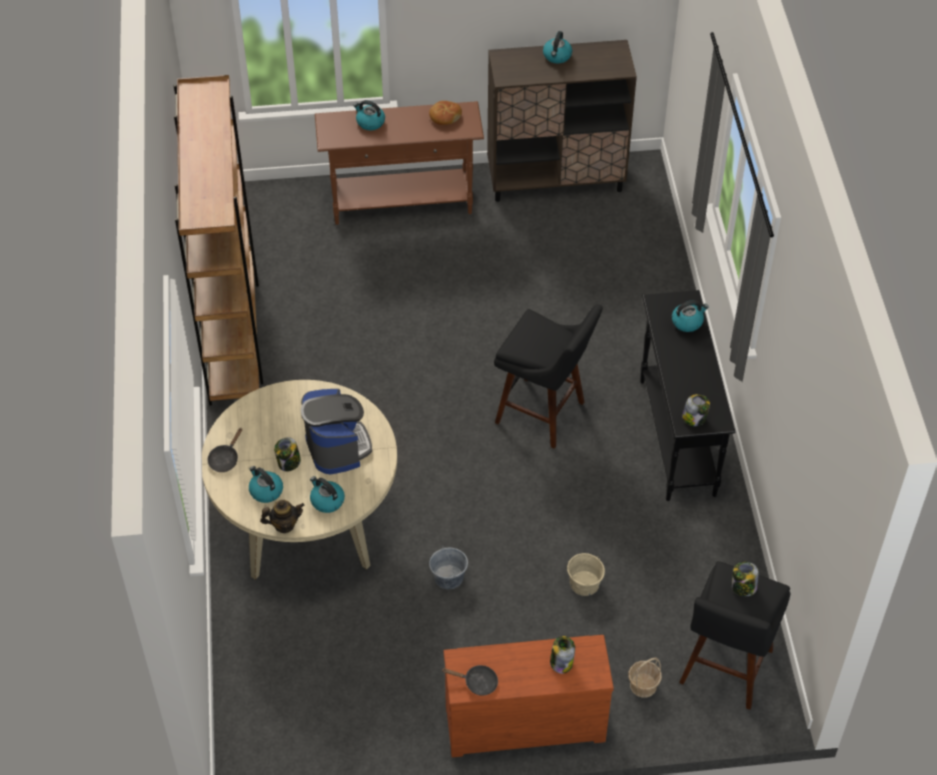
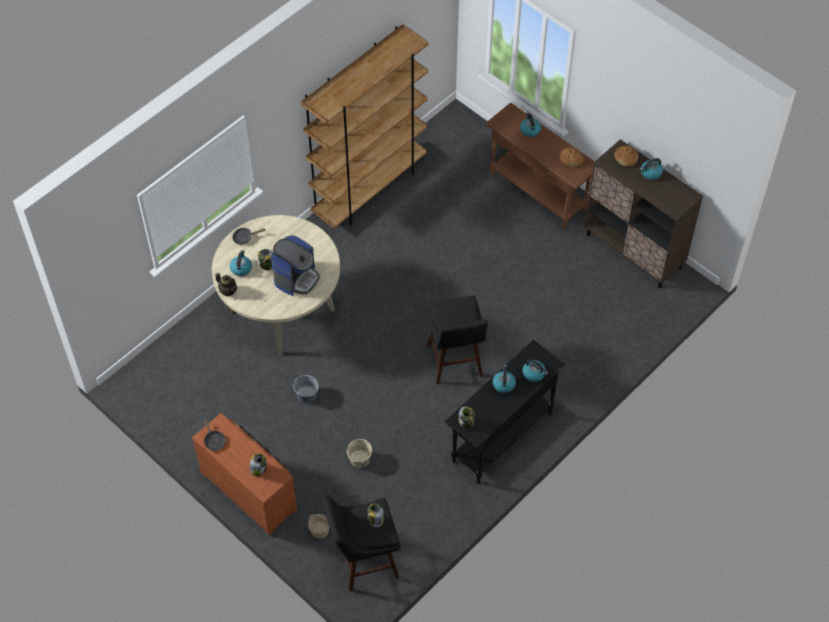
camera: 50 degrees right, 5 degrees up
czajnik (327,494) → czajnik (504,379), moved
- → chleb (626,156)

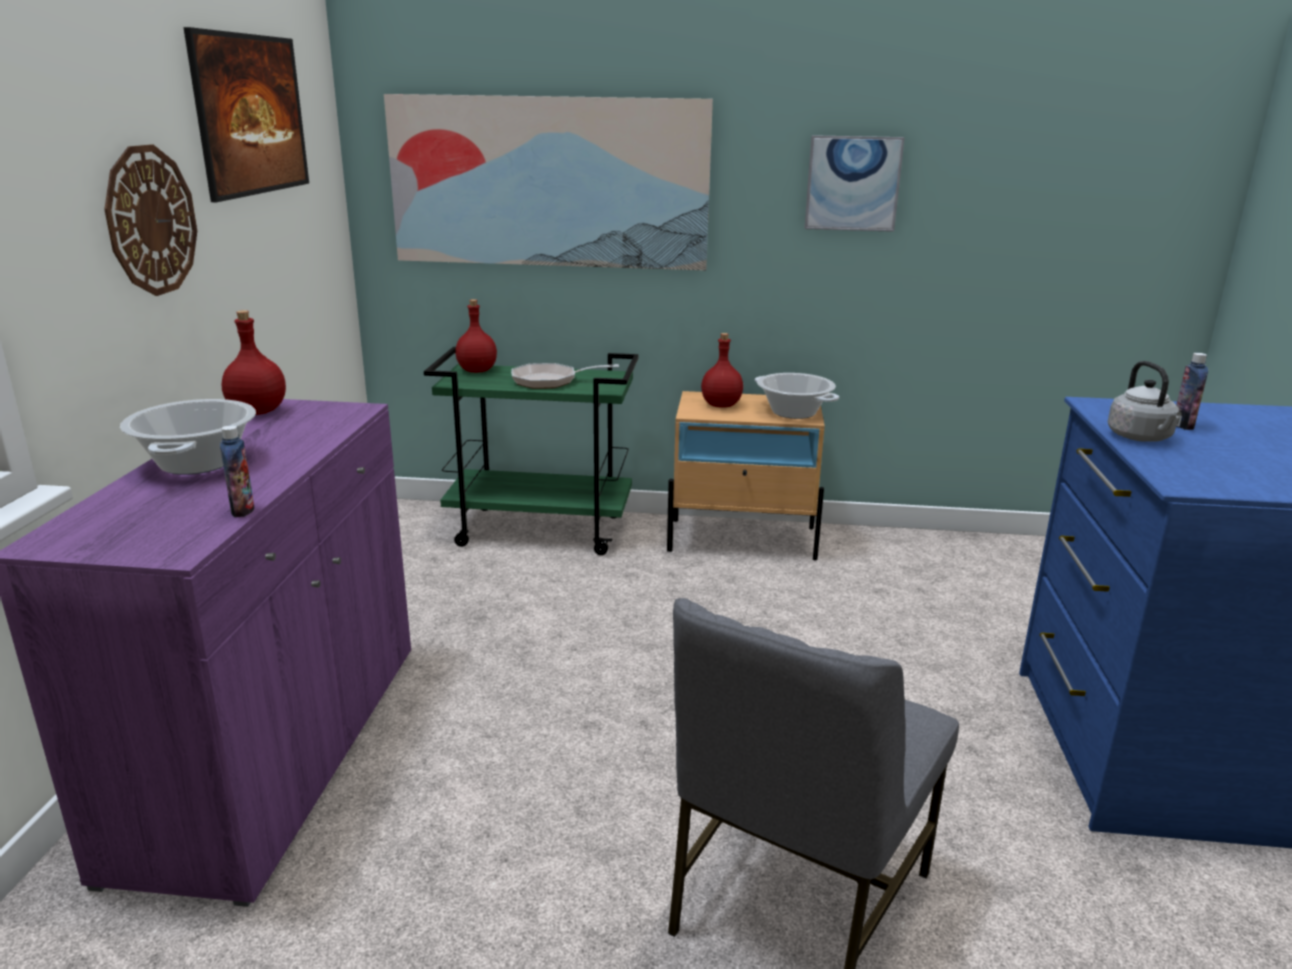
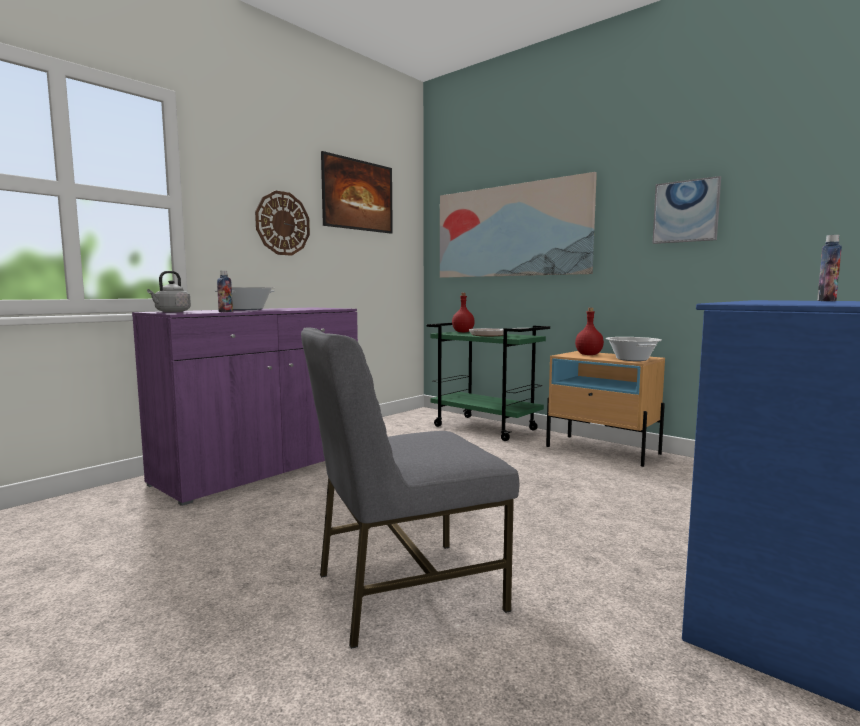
camera: 35 degrees right, 15 degrees down
czajnik/szary (1144,401) → czajnik/szary (169,291), moved
butelka/czerwony (254,362) → -

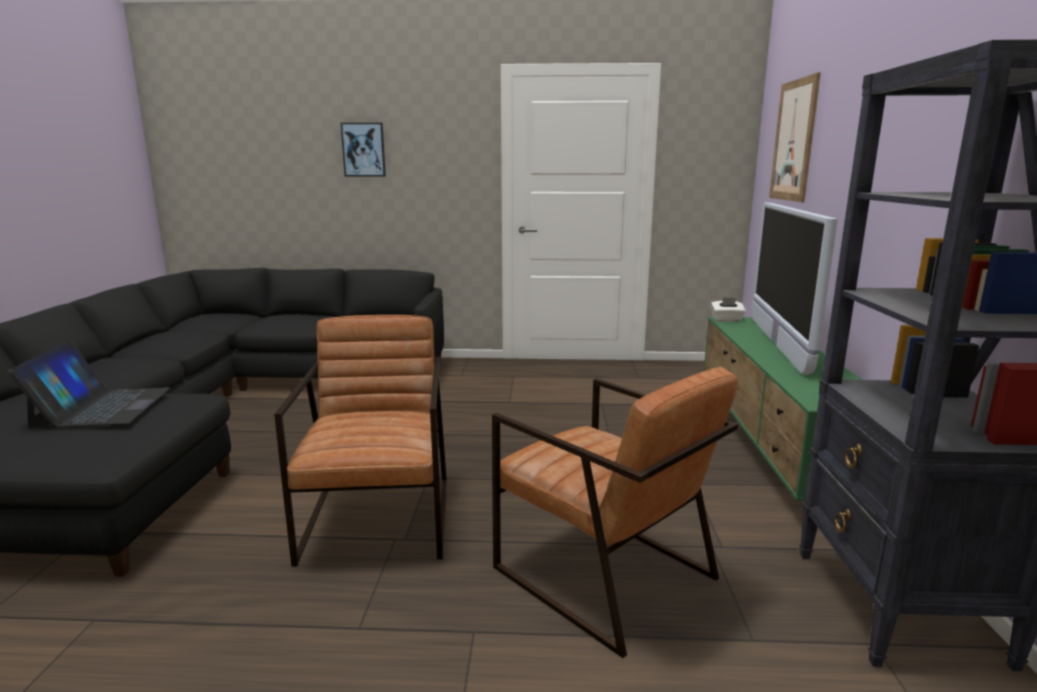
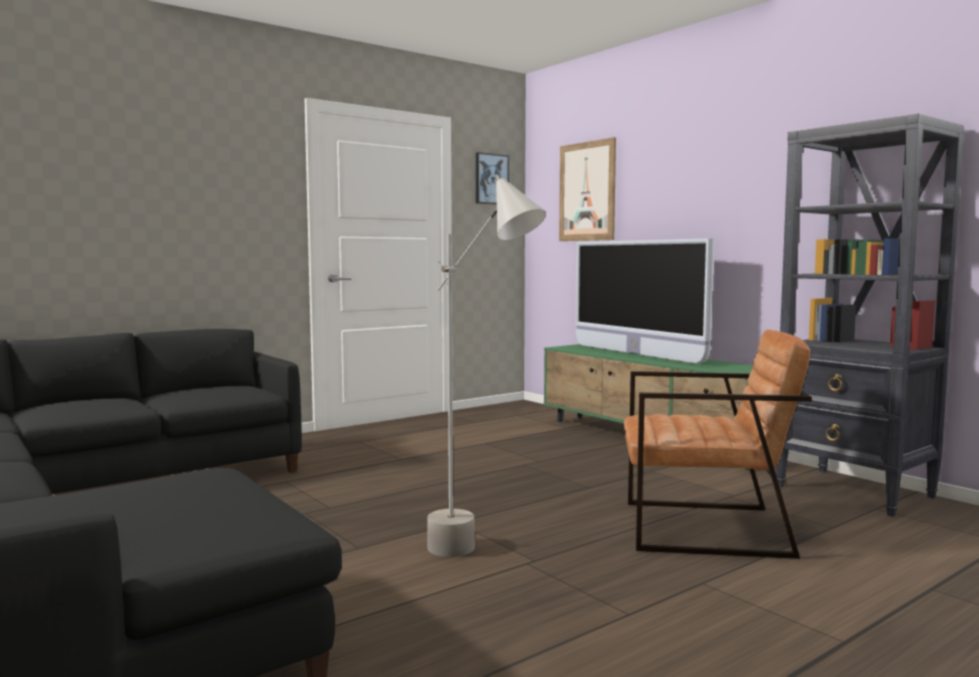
camera: 40 degrees left, 10 degrees down
fotel/brązowy (360,441) → lampa stojąca/szary (487,365)
obraz (363,150) → obraz (492,178), moved
laptop (89,384) → -
pudełko chusteczek/biały (728,309) → -

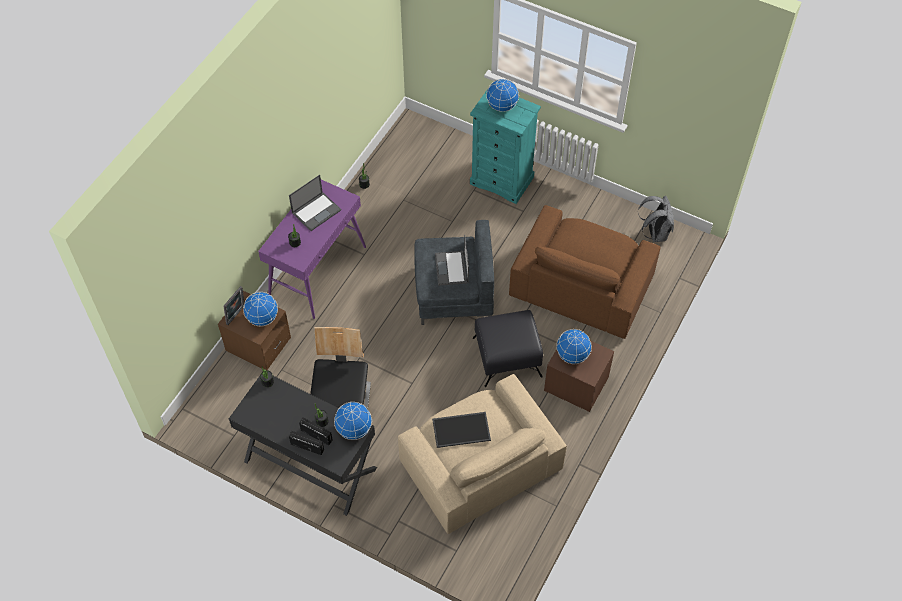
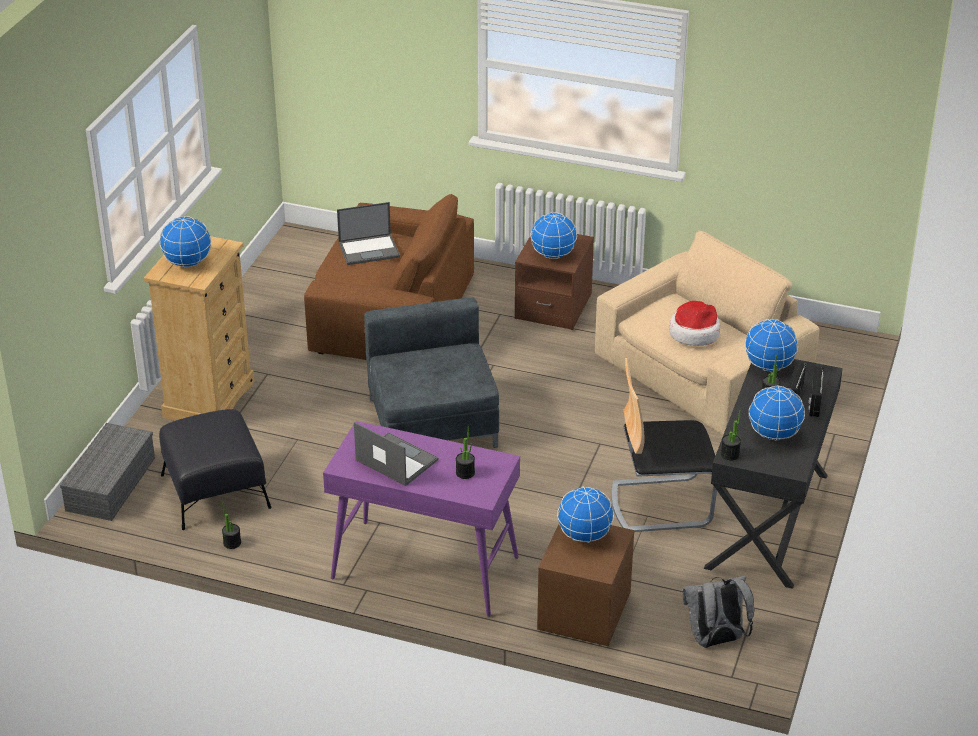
camera: 100 degrees left, 20 degrees down
- → pojemnik do przechowywania/szary (107,472)
komoda/turkusowy (505,147) → komoda/beżowy (199,328)
pufa/czarny (508,348) → pufa/czarny (215,469), moved
laptop (452,260) → laptop (368,233), moved
taca (461,430) → kapelusz (694,323)
plecak/szary (656,219) → plecak/szary (718,612), moved
- → globus (777,413)
ramka na zdjęcie (233,305) → -

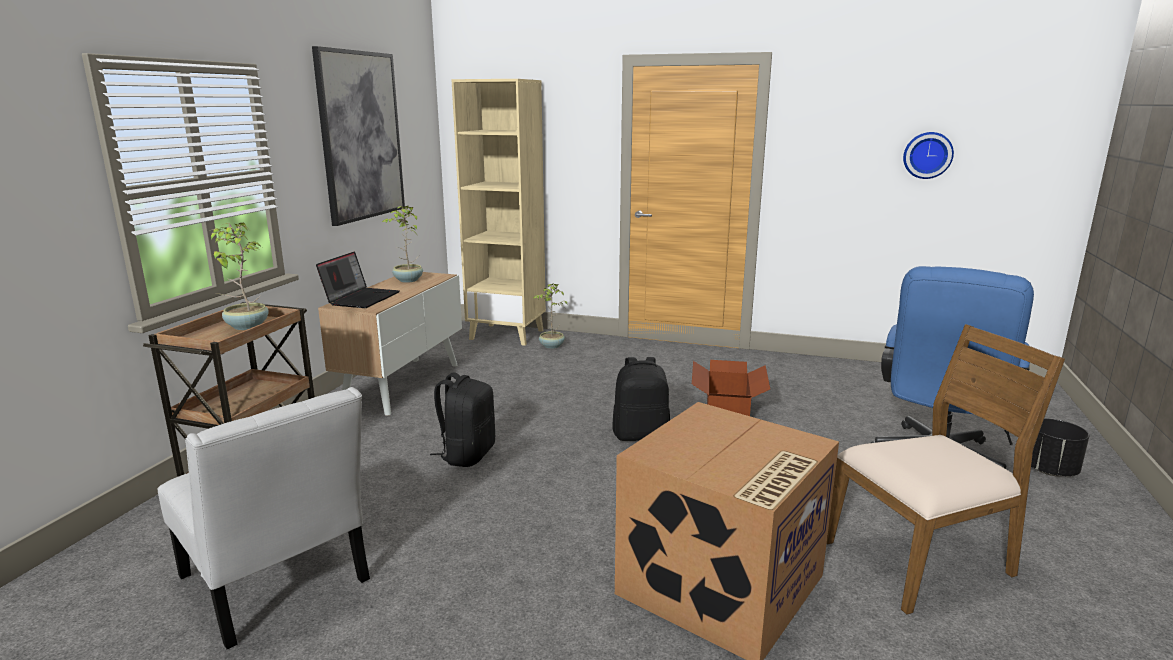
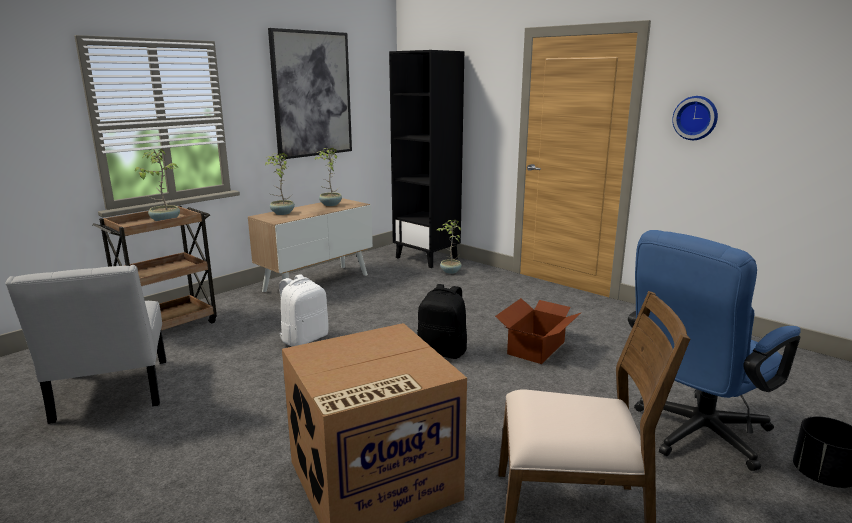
camera: 25 degrees right, 0 degrees up
laptop (357,279) → roślina doniczkowa (280,184)
plecak/czarny (462,420) → plecak/biały (304,310)
regał/beżowy (498,212) → regał/czarny (426,159)
zegar ścienny (928,155) → zegar ścienny (695,118), moved

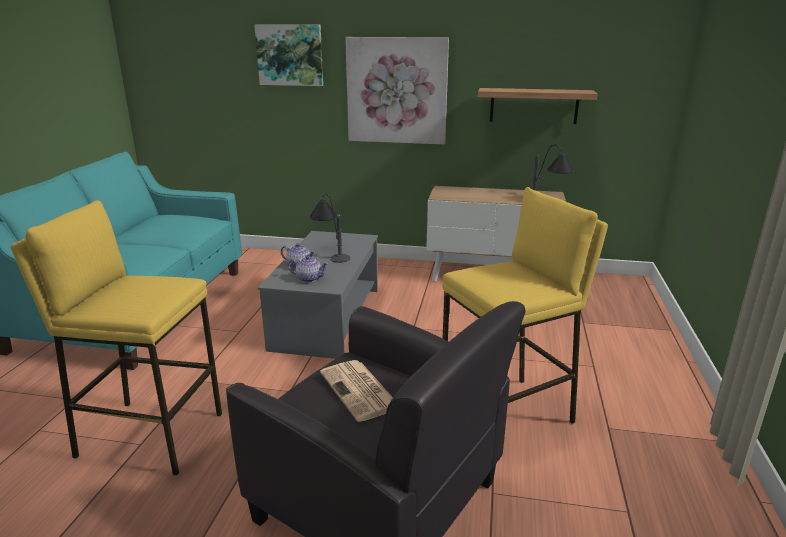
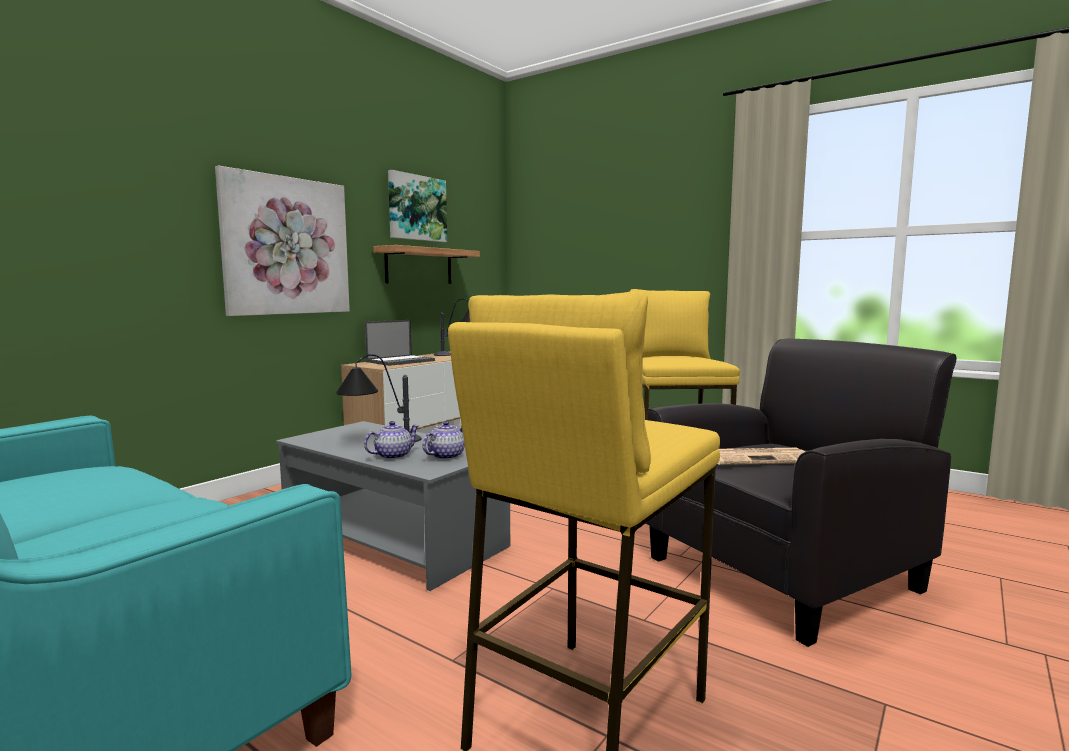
camera: 65 degrees left, 15 degrees down
- → laptop (399,343)
obraz (288,55) → obraz (417,206), moved

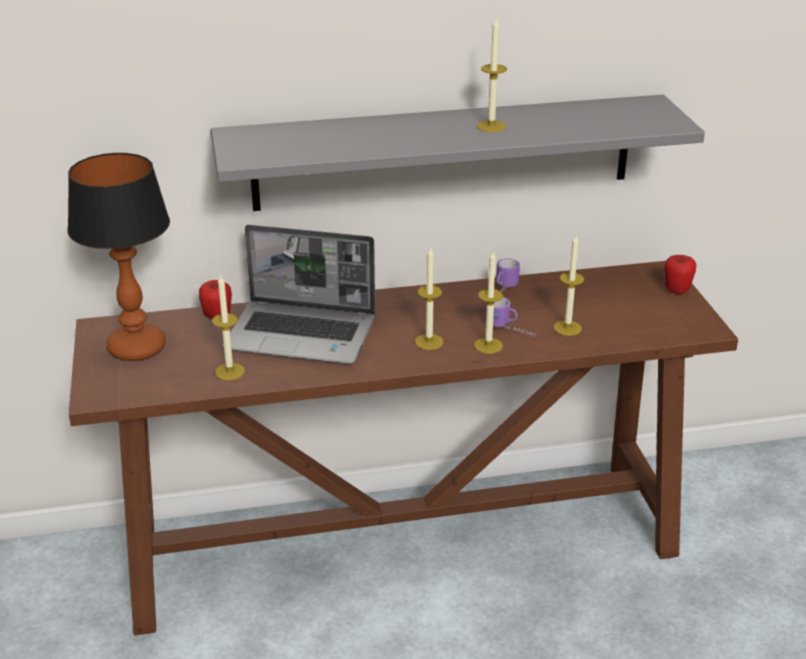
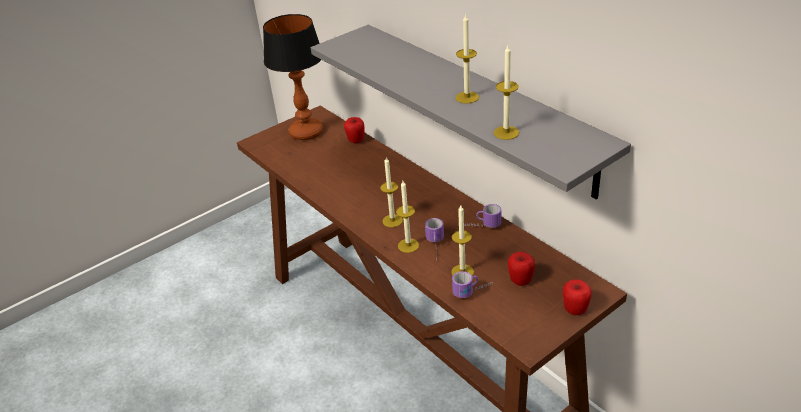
camera: 65 degrees right, 5 degrees up
- → kubek (472,284)
świeca (228,327) → świeca (506,92), moved
- → jabłko (521,269)
laptop (298,294) → -

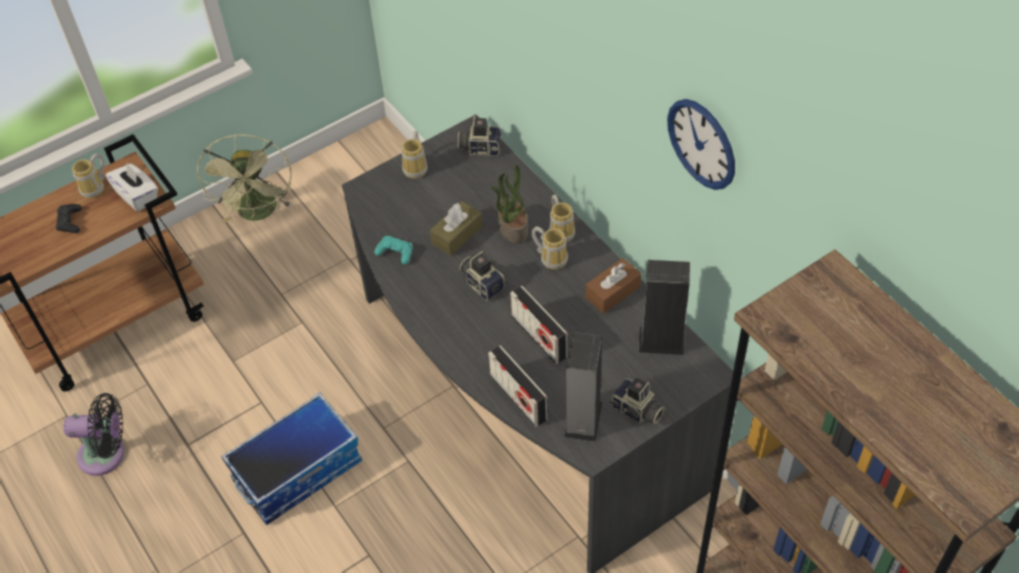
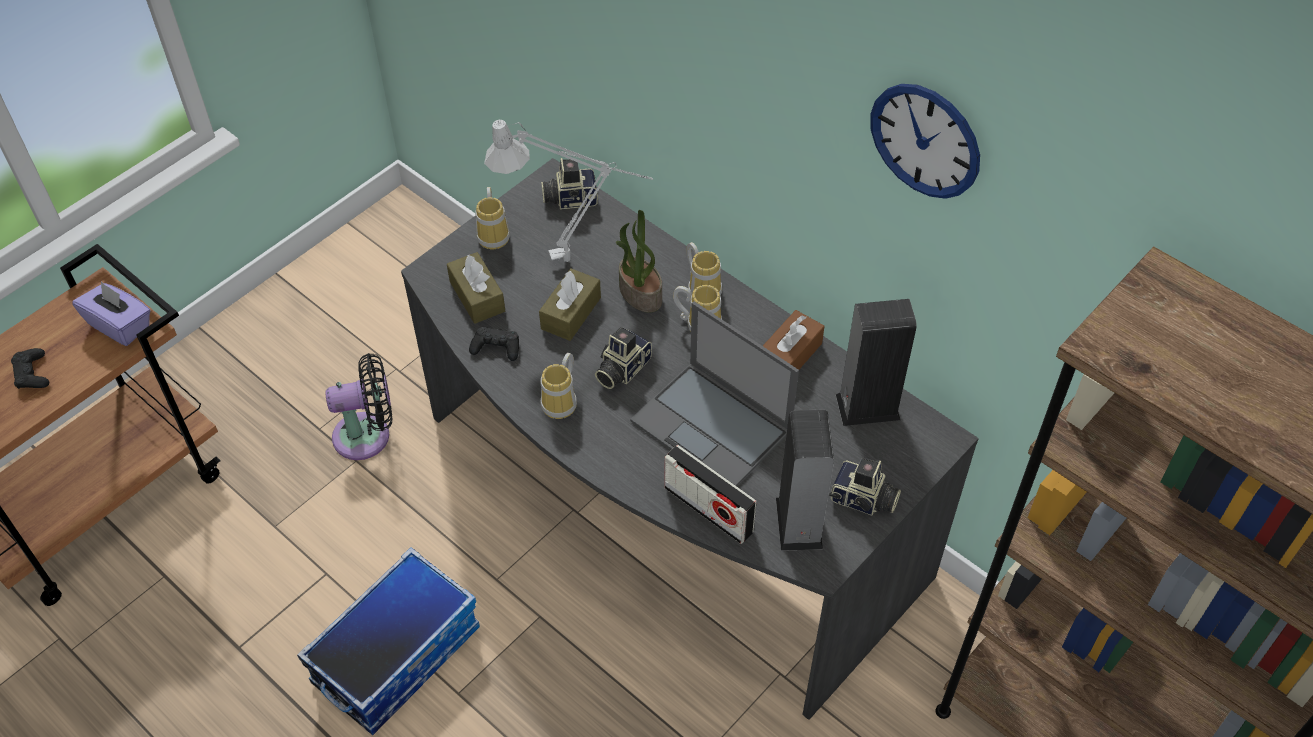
camera: 15 degrees left, 0 degrees up
pudełko chusteczek/biały (131,187) → pudełko chusteczek/fioletowy (111,314)
wentylator/czarny (93,434) → wentylator/czarny (358,406), moved
- → pudełko chusteczek/brązowy (476,288)
pad do gier/turkusowy (393,250) → pad do gier/czarny (494,344)
- → lampa stołowa/szary (569,191)
kubek (88,175) → kubek (559,386), moved
aparat fotograficzny (483,276) → aparat fotograficzny (623,358), 90 degrees counterclockwise
radio (539,325) → laptop (714,394)
wentylator/zielony (244,178) → -

